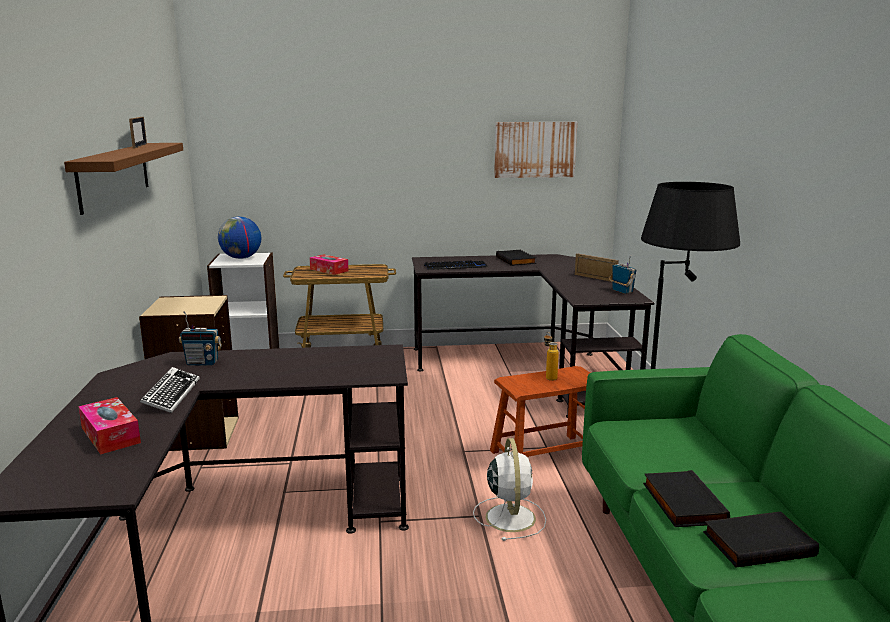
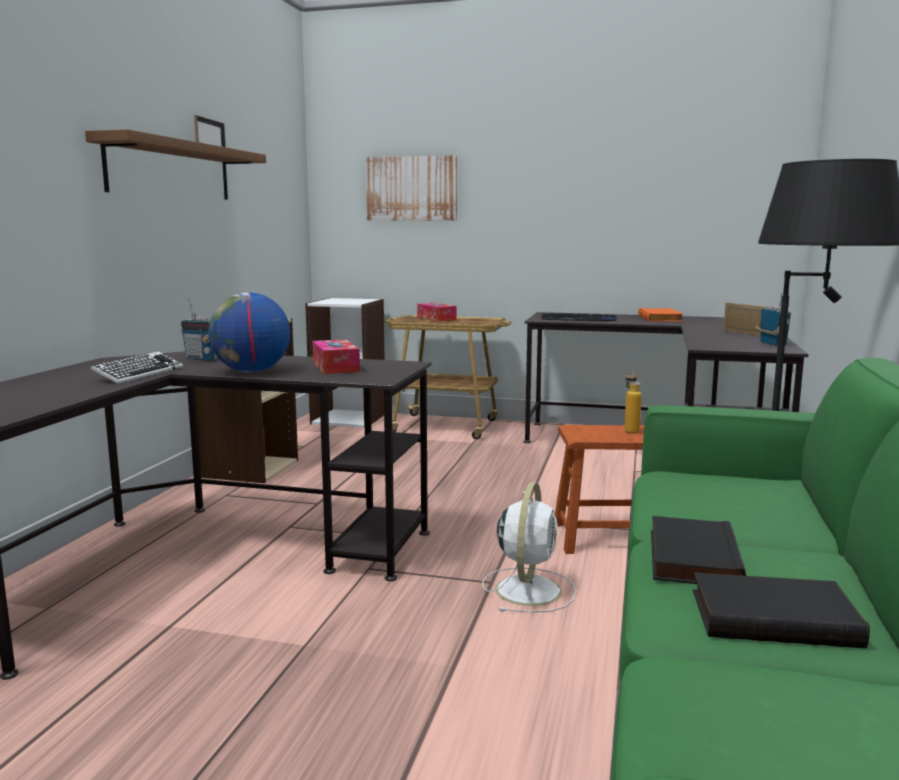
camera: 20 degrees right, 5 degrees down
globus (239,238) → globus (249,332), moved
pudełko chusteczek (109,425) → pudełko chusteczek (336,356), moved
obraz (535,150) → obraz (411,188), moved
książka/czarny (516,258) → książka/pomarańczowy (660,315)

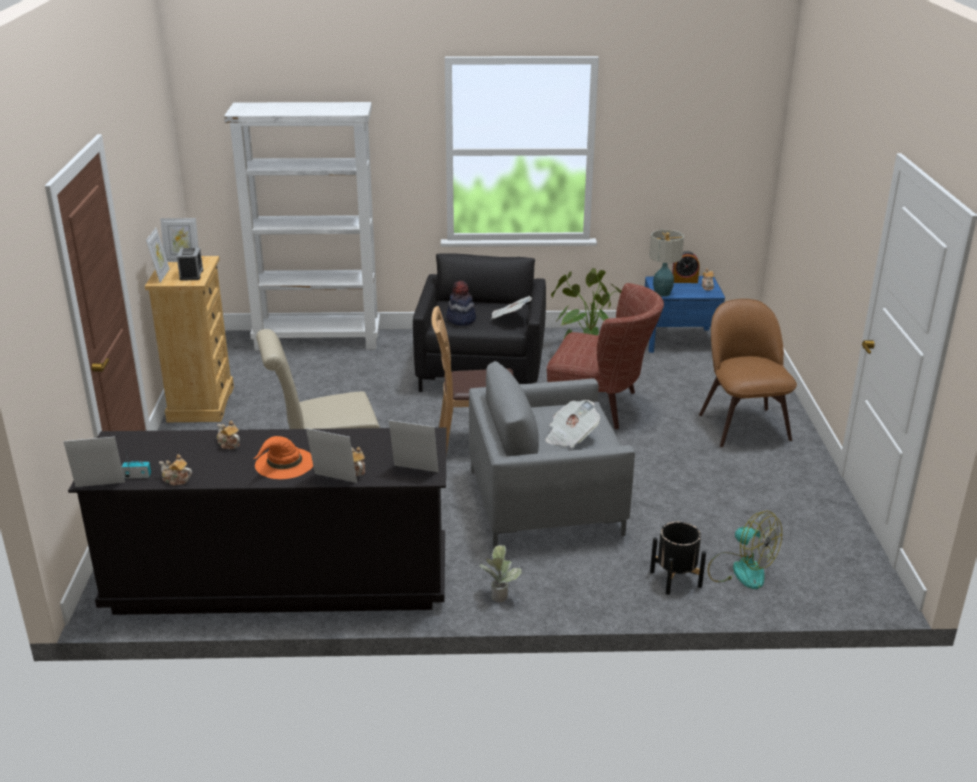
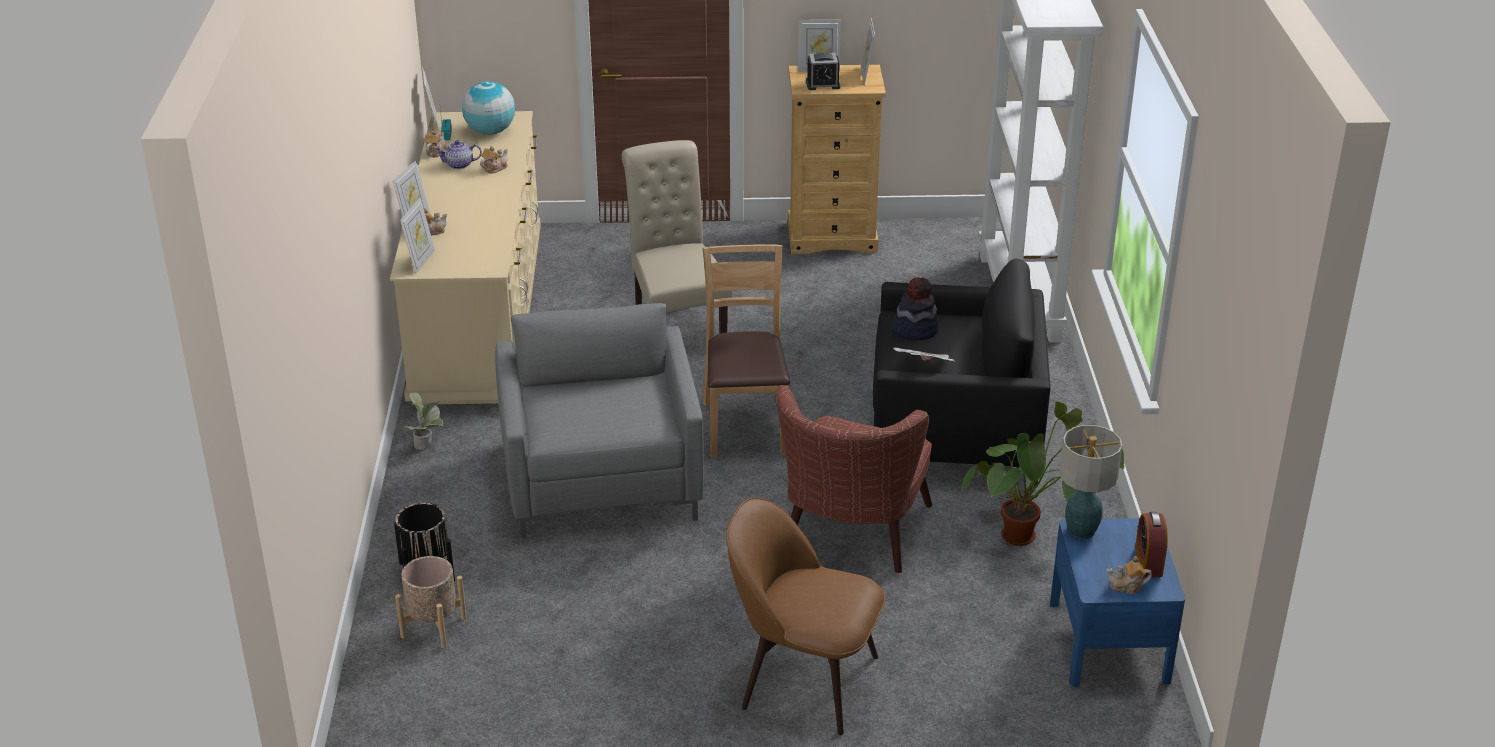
camera: 90 degrees right, 5 degrees up
komoda/czarny (257,521) → komoda/beżowy (465,258)
wentylator (745,550) → donica/beżowy (431,602)
- → imbryk (458,154)
- → globus (488,108)
krzesło/brązowy (748,373) → krzesło/brązowy (805,616), 150 degrees counterclockwise
kapelusz/pomarańczowy (283,457) → -
gazeta (573,424) → -

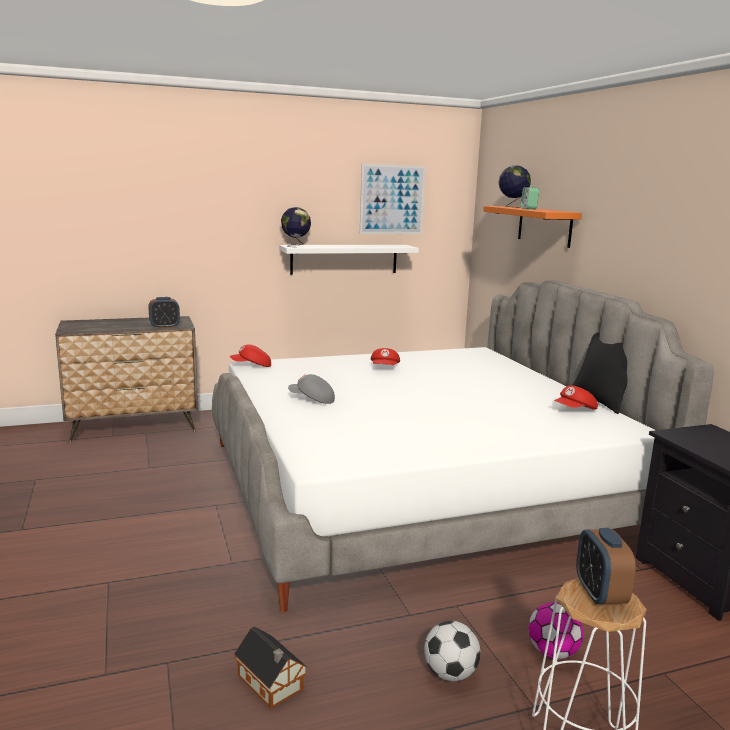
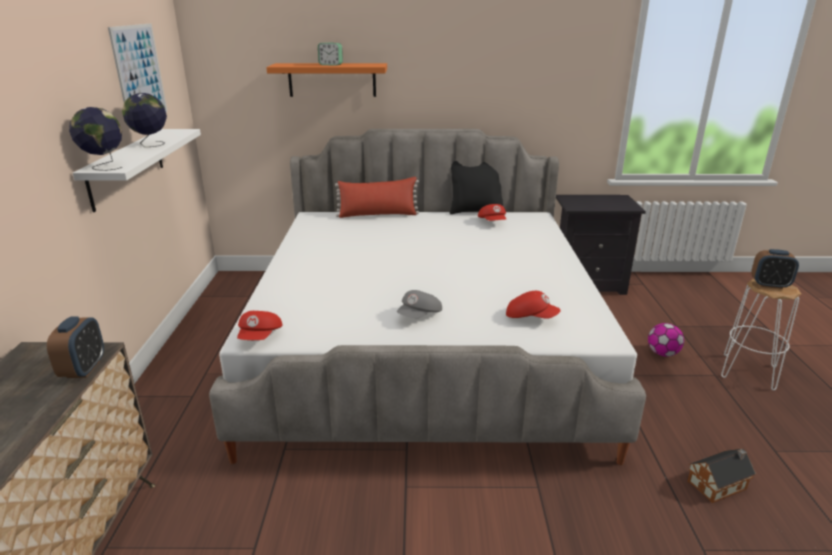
camera: 70 degrees left, 10 degrees up
globus (514,186) → globus (144,120), moved
- → poduszka/czerwony (377,197)
czapka z daszkiem/czerwony (385,356) → czapka z daszkiem/czerwony (533,305), moved
piłka futbolowa (452,651) → -

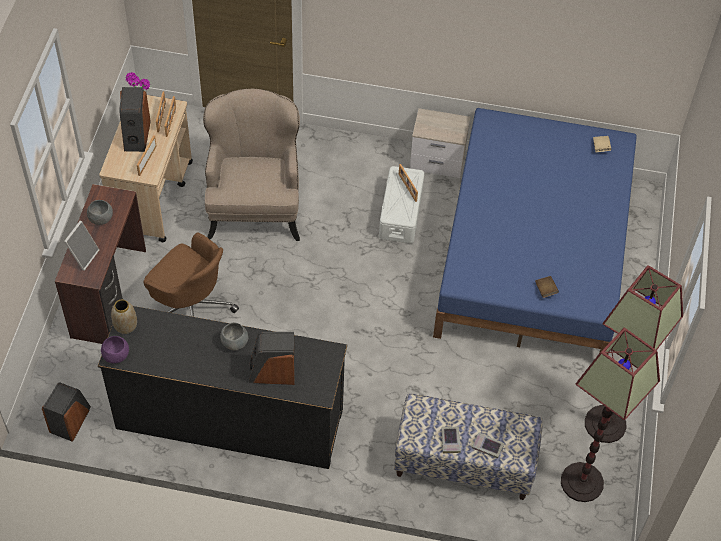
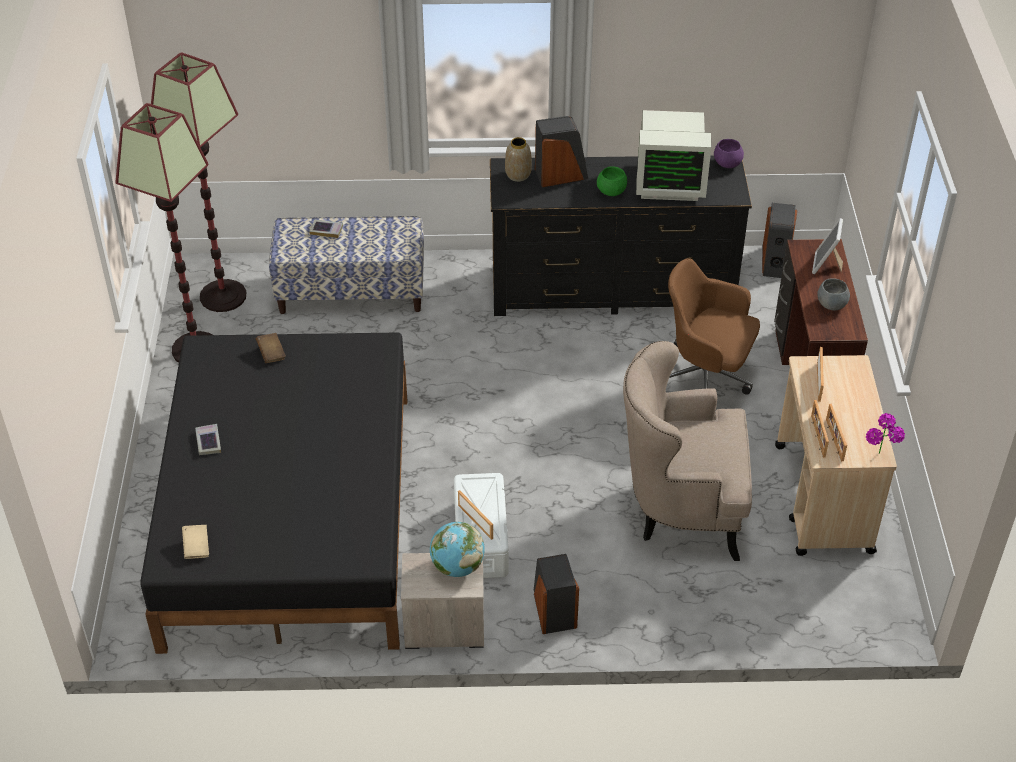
camera: 170 degrees right, 10 degrees down
łóżko/niebieski (535,231) → łóżko/czarny (273,493)
książka (451,440) → książka (208,439), moved
- → globus (457,549)
wazon (124,317) → wazon (518,159), moved
głośnik (135,119) → głośnik (556,594), moved
miska/szary (234,336) → miska/zielony (612,181)
fotel/beżowy (251,165) → fotel/beżowy (687,451), 105 degrees clockwise
- → monitor (673,155)

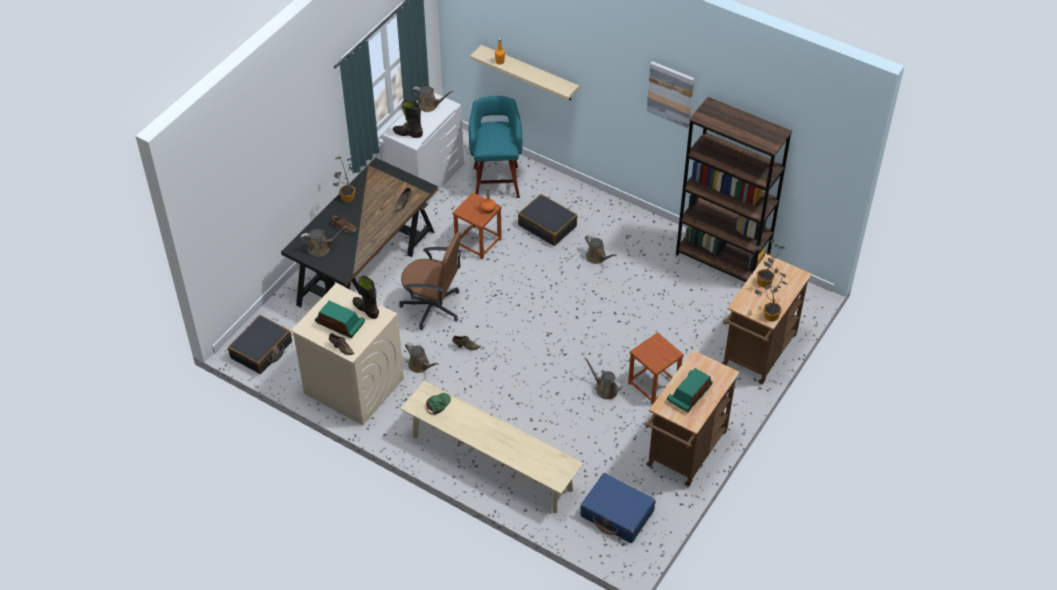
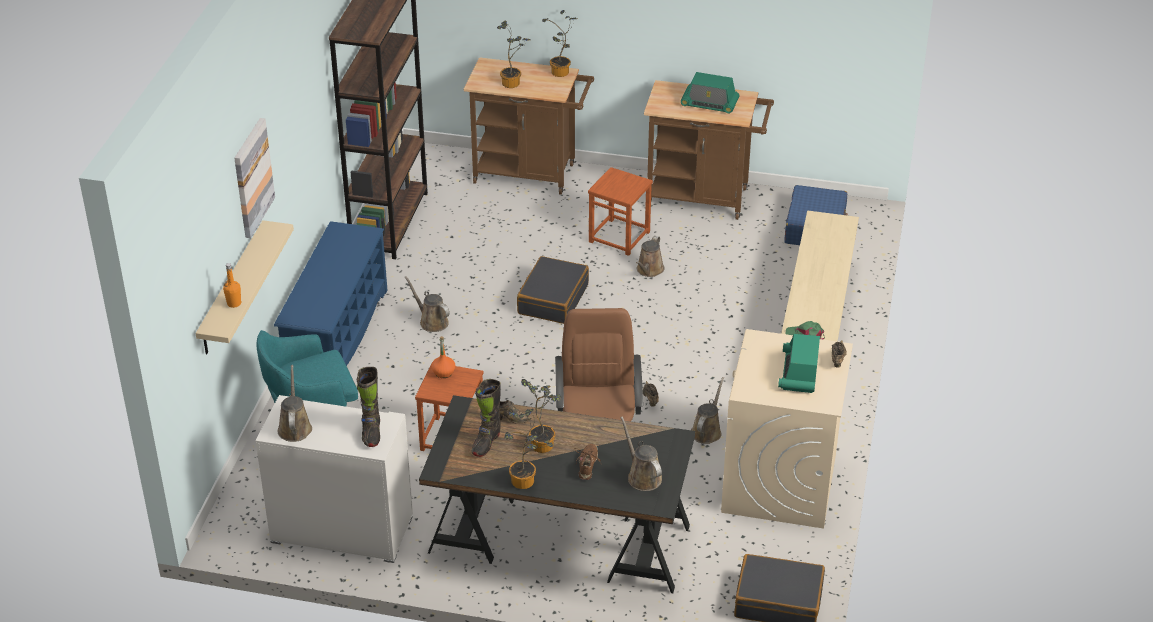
camera: 110 degrees left, 10 degrees down
obraz (670,94) → obraz (254,178), moved
- → regał na buty/niebieski (330,293)
konewka/brązowy (601,249) → konewka/brązowy (427,304), 75 degrees counterclockwise
but z cholewką/czarny (366,297) → but z cholewką/czarny (486,418), moved
walizka/czarny (548,220) → walizka/czarny (553,290), moved
- → roślina doniczkowa (541,416)

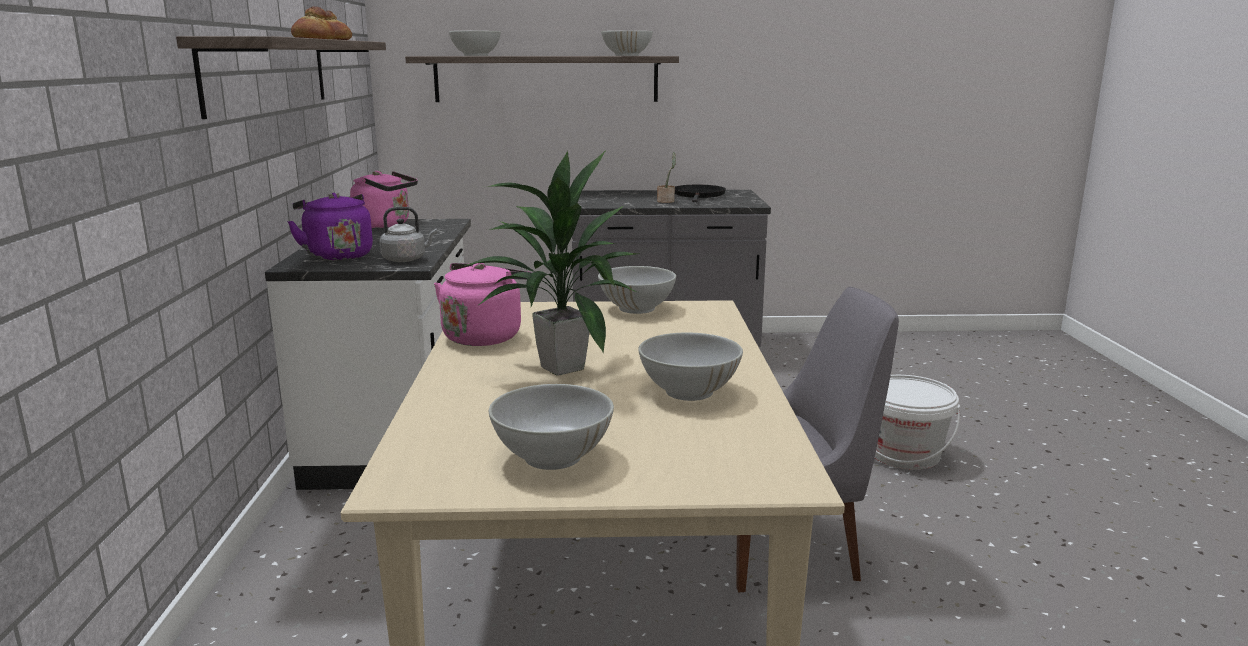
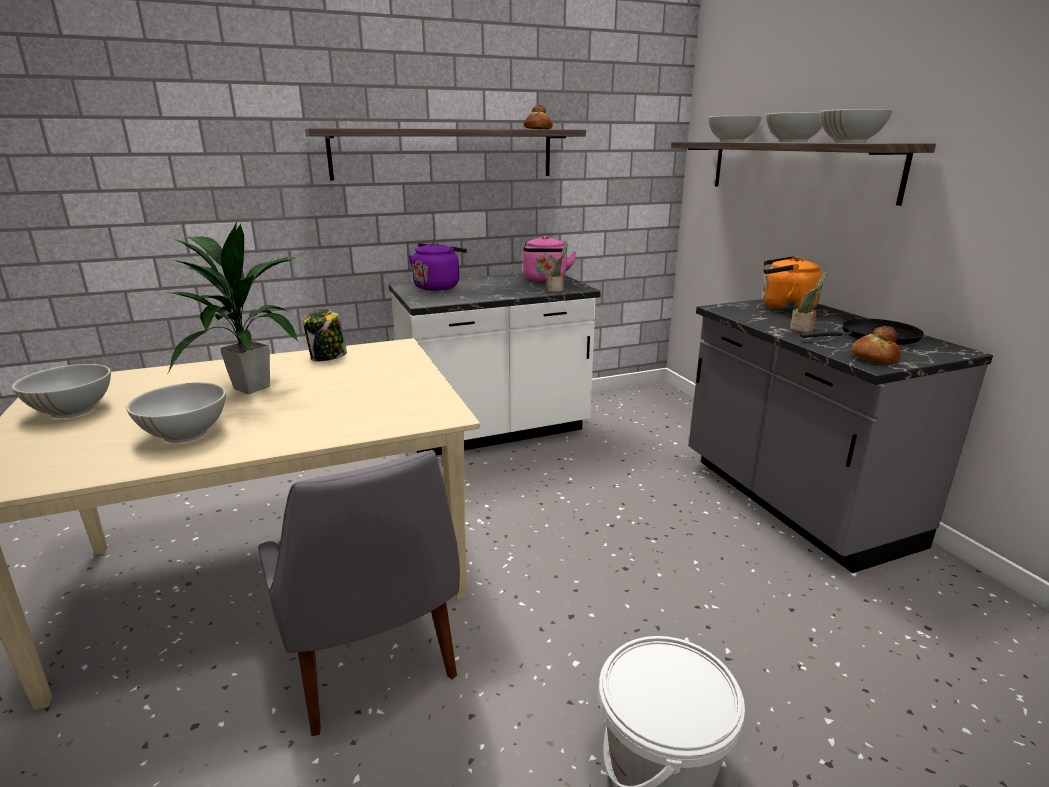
camera: 70 degrees right, 5 degrees up
czajnik/różowy (483,304) → słoik (325,335)
- → roślina doniczkowa (557,267)
- → czajnik/pomarańczowy (792,284)
miska/biały (637,290) → miska/biały (794,127), moved
chleb (313,22) → chleb (876,345), moved
czajnik/szary (408,234) → -

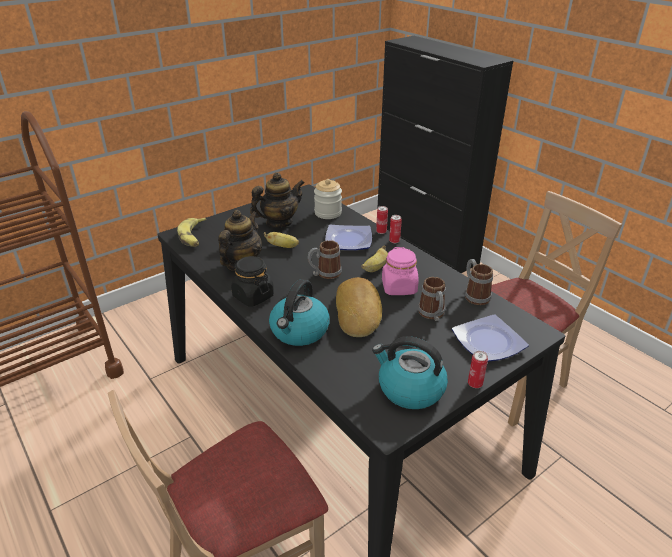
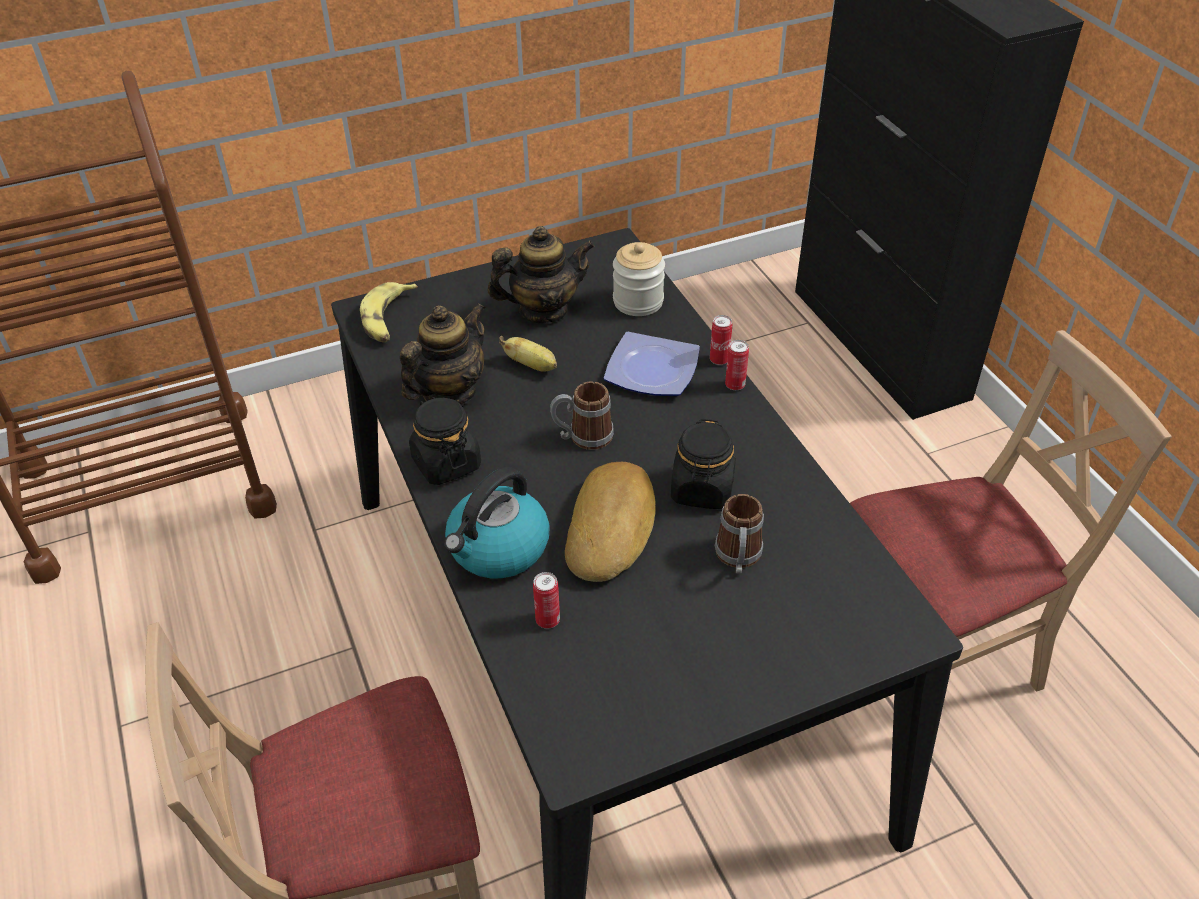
camera: 15 degrees right, 10 degrees up
puszka (478,369) → puszka (546,600), moved
słoik/różowy (400,271) → słoik/czarny (703,464)
banan (375,258) → -
czajnik (410,372) → -
talerz (490,338) → -
kubek (479,282) → -

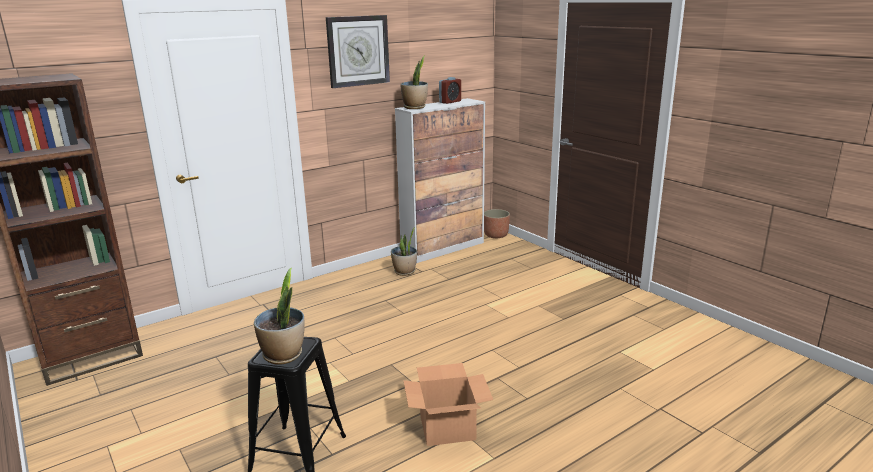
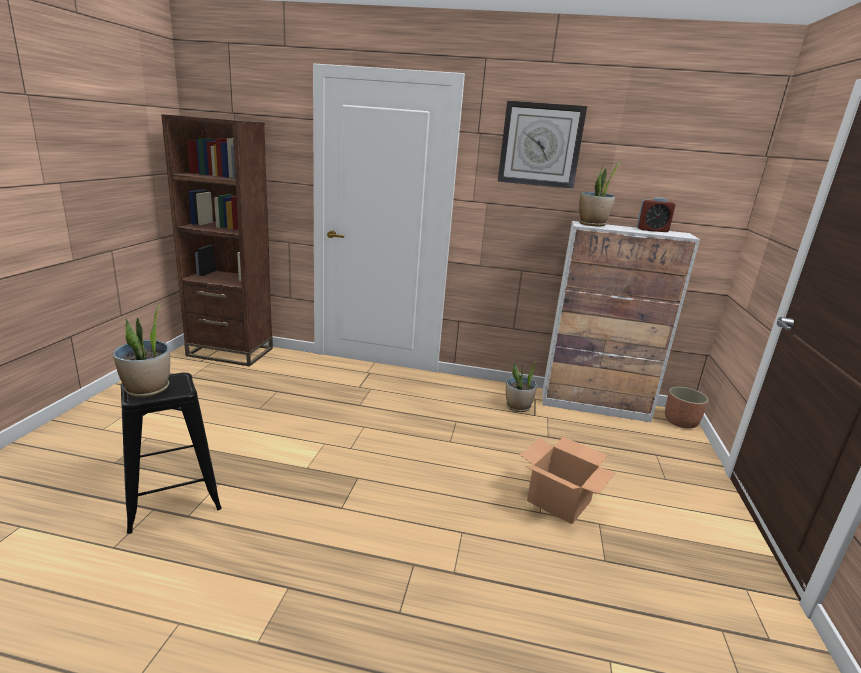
camera: 45 degrees right, 0 degrees up
karton (448,404) → karton (568,480), moved

